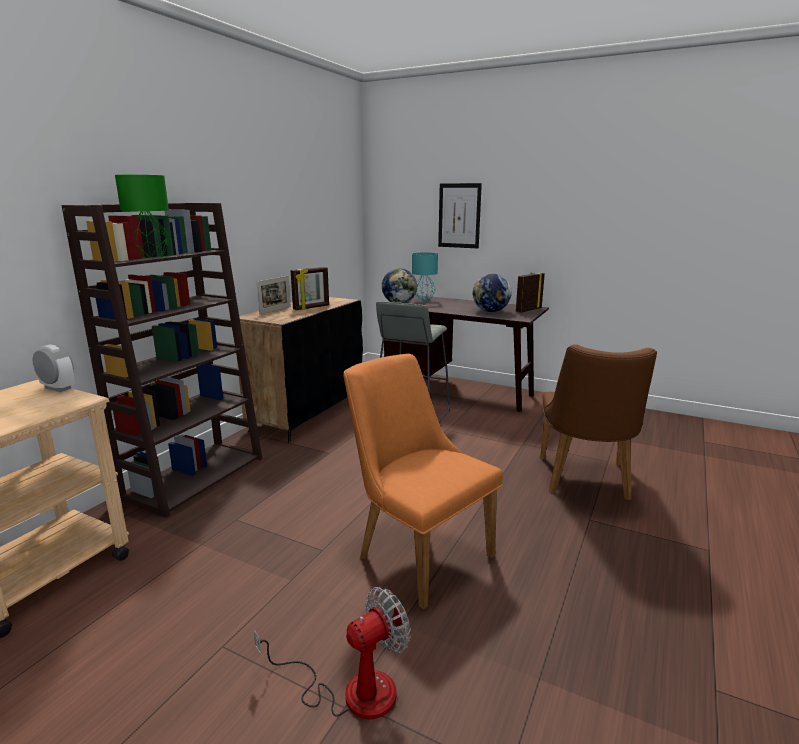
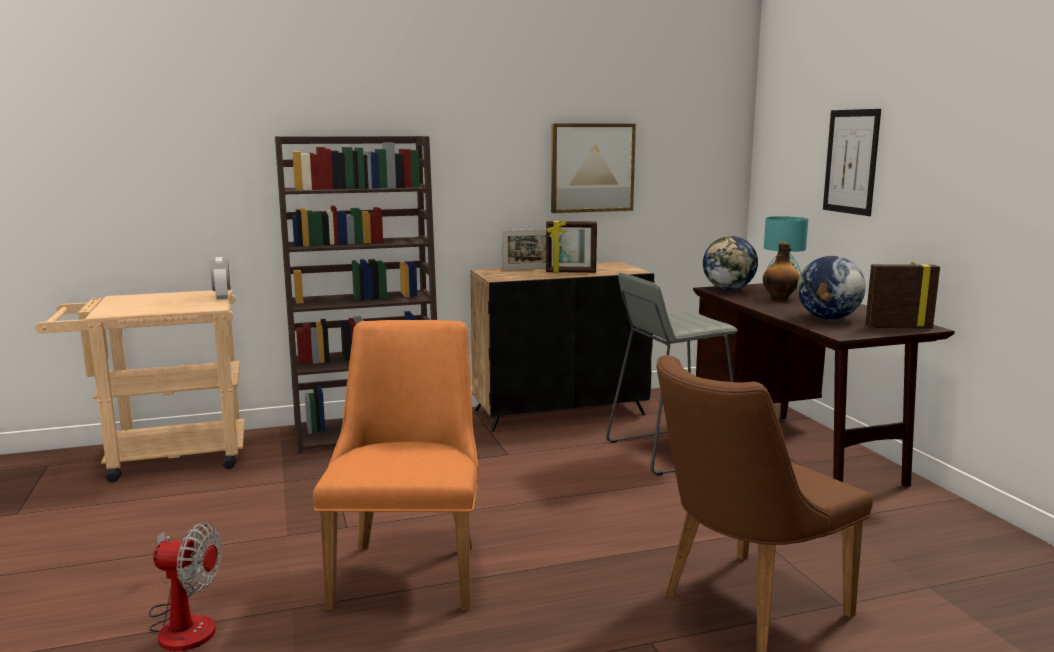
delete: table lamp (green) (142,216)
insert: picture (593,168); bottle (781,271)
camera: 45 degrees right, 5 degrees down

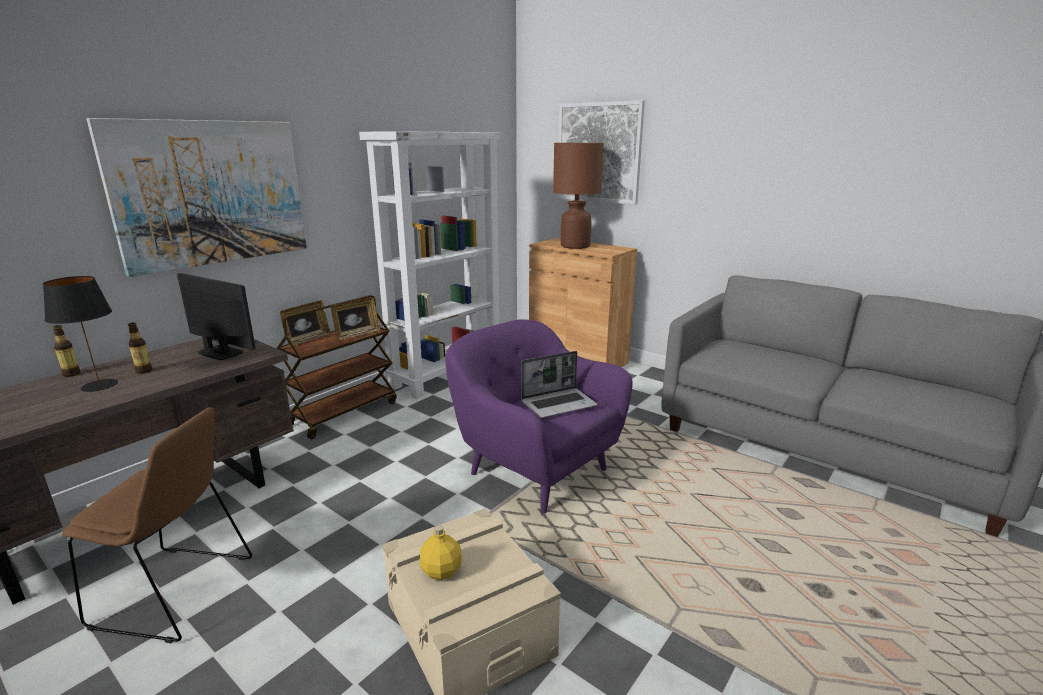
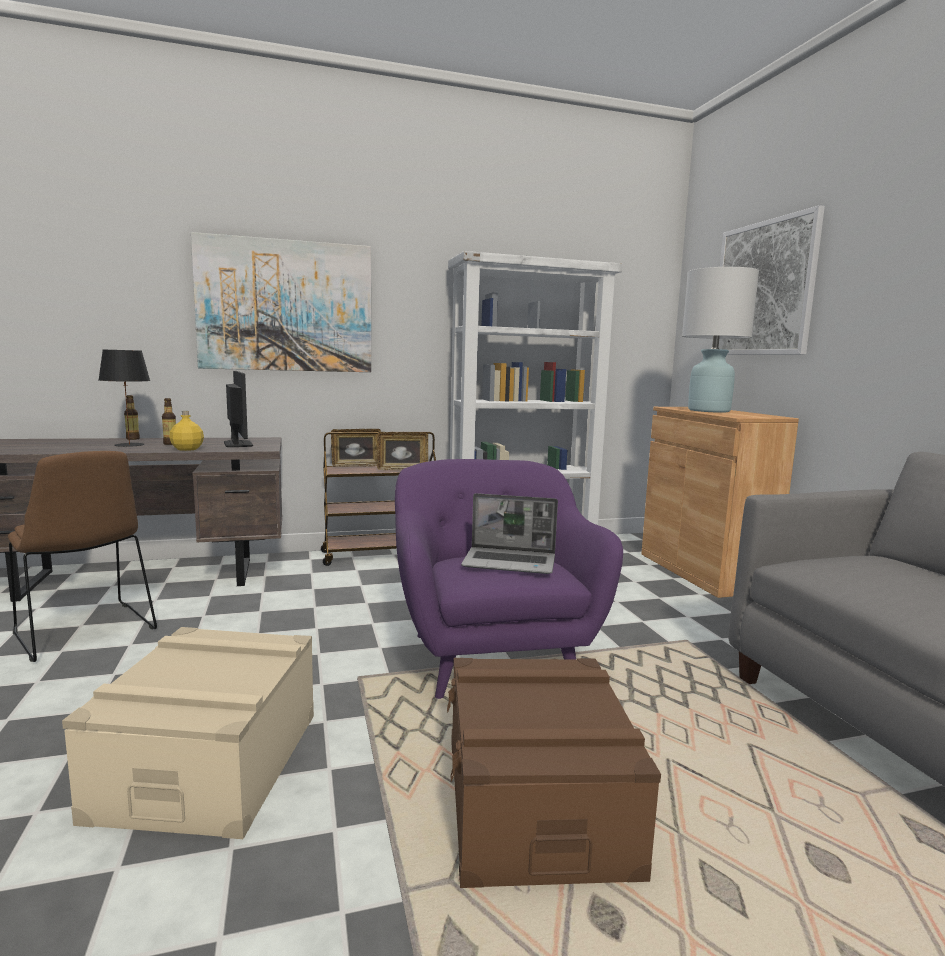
insert: storage box (brown) (554,773)
move: bottle (yellow) (441,552) to (187,431)
recolor: table lamp (brown) (578,196) to table lamp (white) (720,340)
camera: 35 degrees right, 10 degrees down

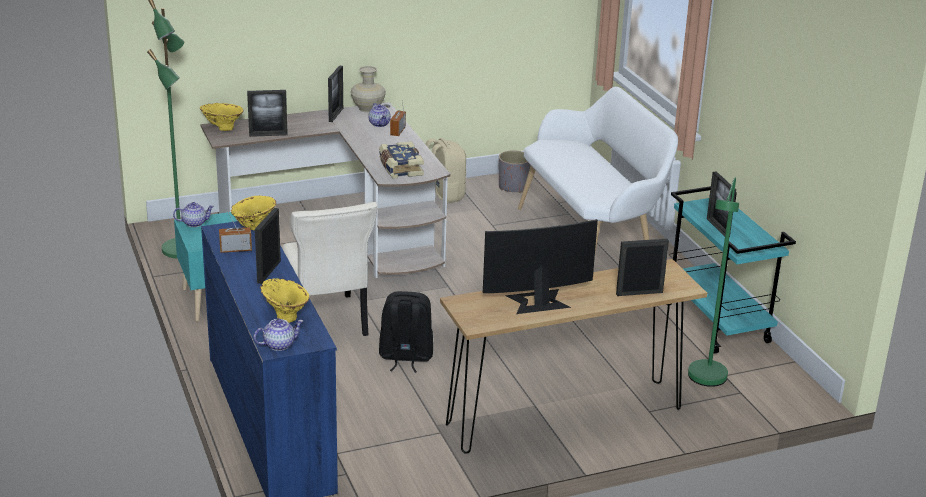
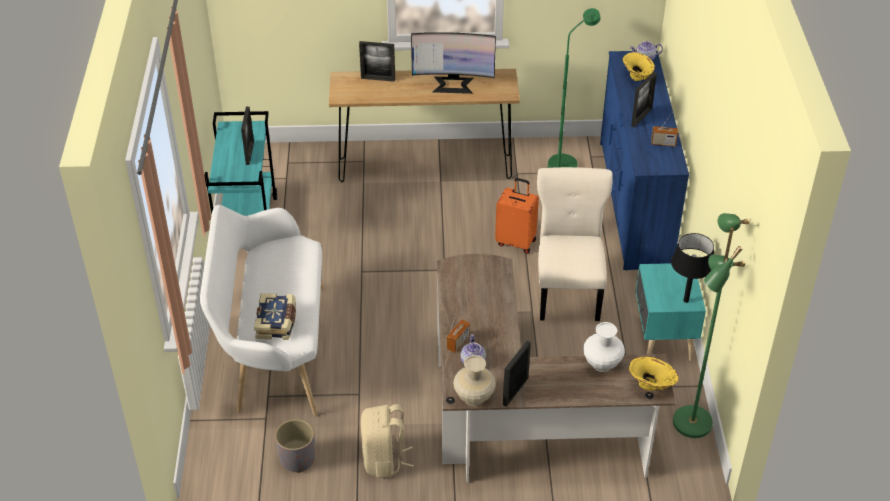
delete: vase (yellow) (253,213)
move: book (401,160) to (275,316); floor lamp (green) (713,282) to (574,88)
replace: teapot (193,214) to table lamp (black) (692,268); picture frame (267,113) to vase (white) (604,347); backpack (black) (406,332) to suitcase (orange) (517,215)
camera: 160 degrees left, 15 degrees up

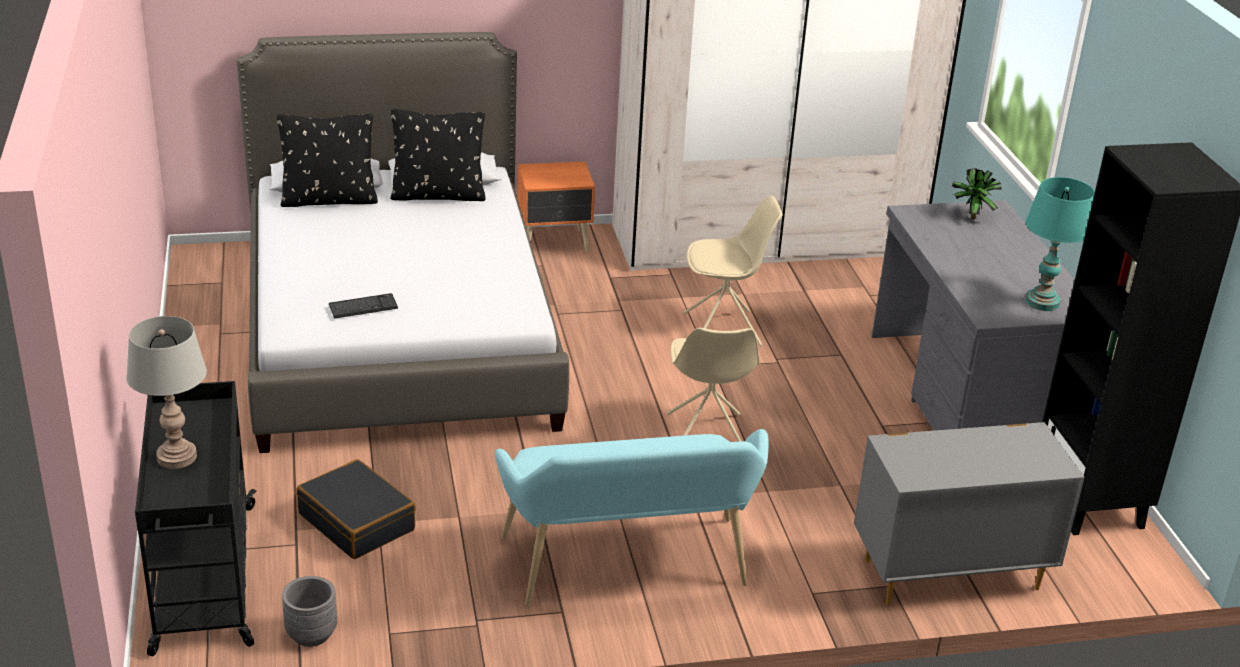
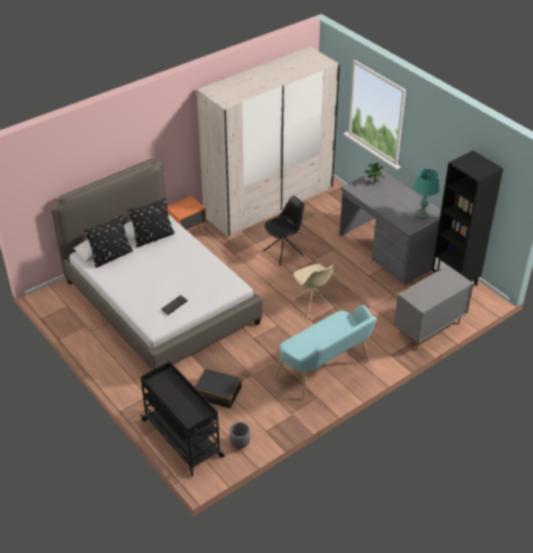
delete: table lamp (grey) (166,392)
recolor: chair (beige) (733,271) to chair (black) (284,231)
camera: 25 degrees left, 10 degrees up

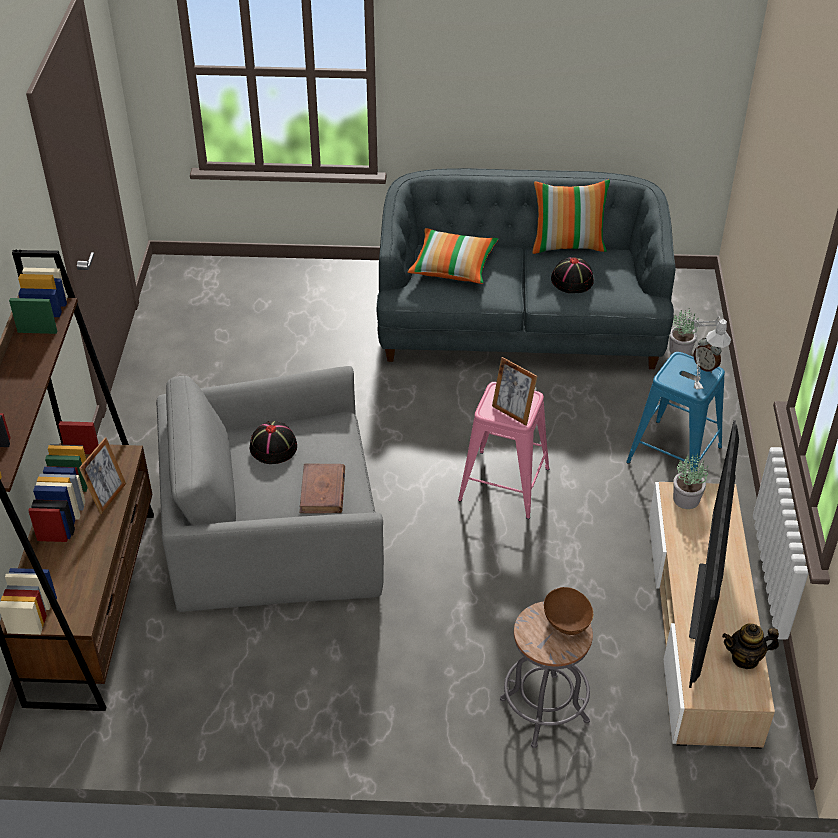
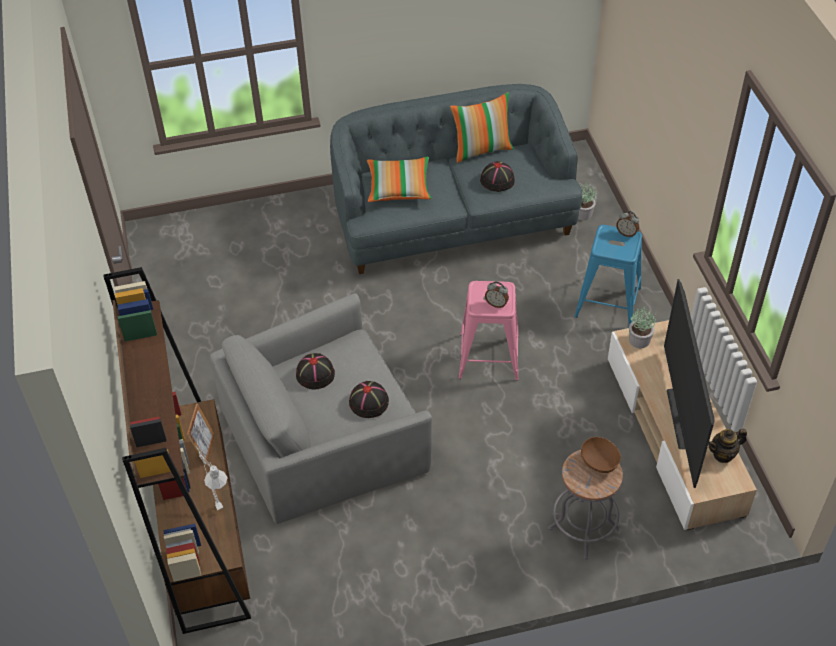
move: table lamp (grey) (708,353) to (211,478)
replace: book (brown) (322,488) to hat (black) (369,399); picture frame (514,391) to alarm clock (497,295)
camera: 15 degrees left, 5 degrees up

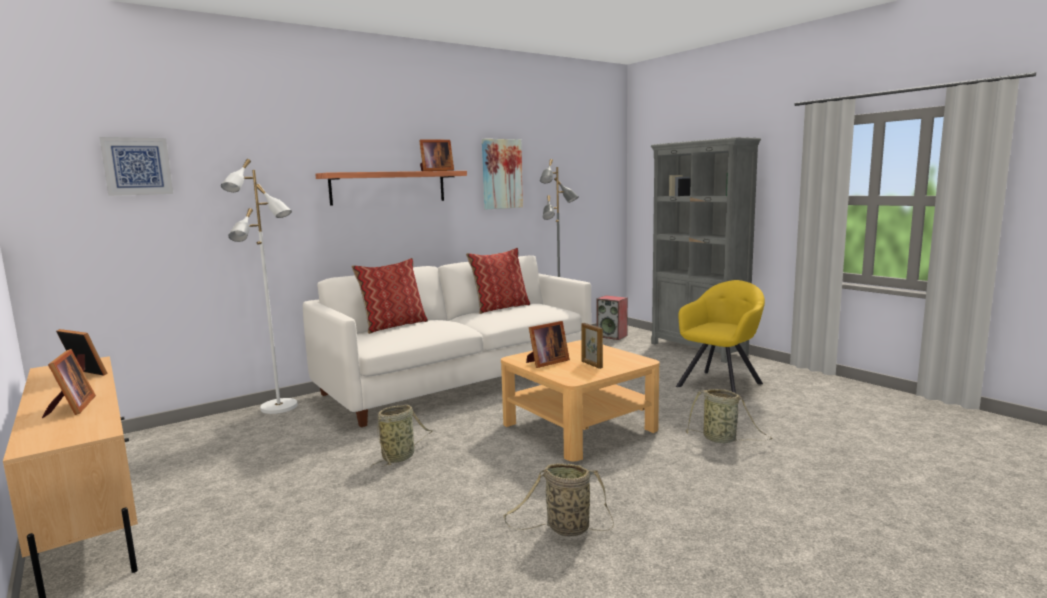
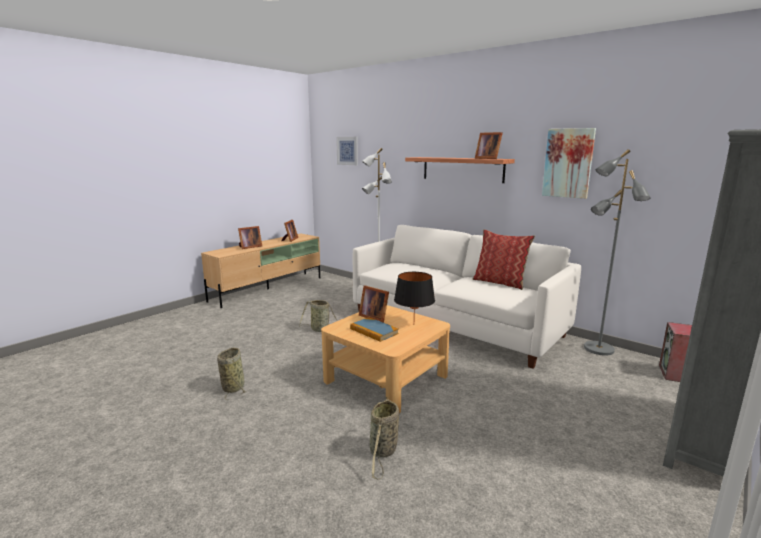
delete: pillow (389,296); armchair (yellow) (720,336)
insert: table lamp (black) (414,294)
replace: picture frame (592,346) to book (374,329)
camera: 75 degrees right, 5 degrees up

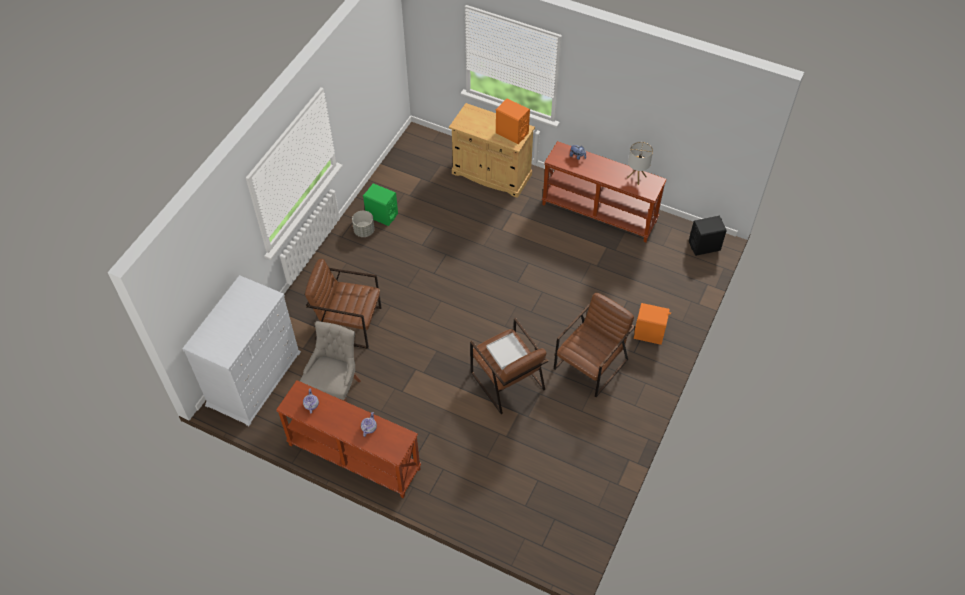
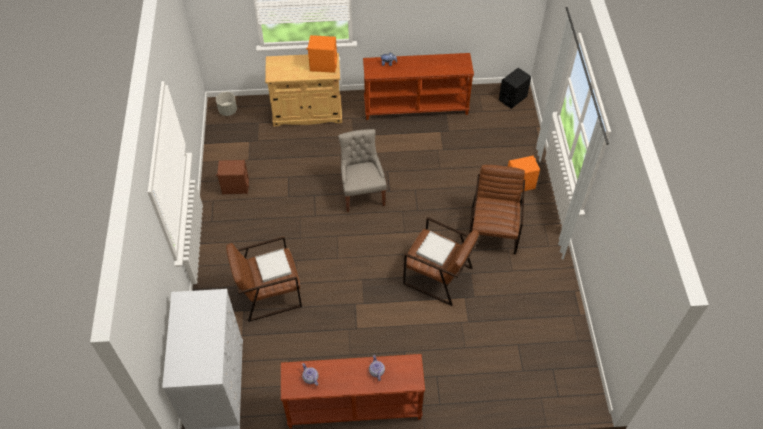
delete: table lamp (640,163)
insert: tray (white) (273,266)
move: chair (grey) (330,361) to (362,170); planter (grey) (363,224) to (226,104)
recolor: speaker (green) (380,204) to speaker (brown) (232,177)
camera: 30 degrees left, 0 degrees up

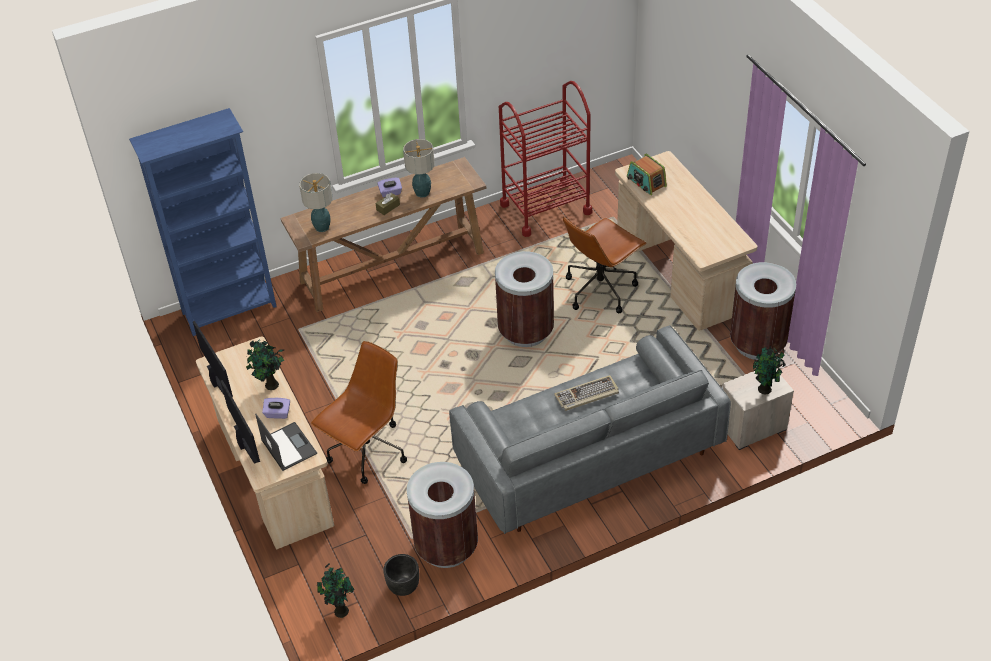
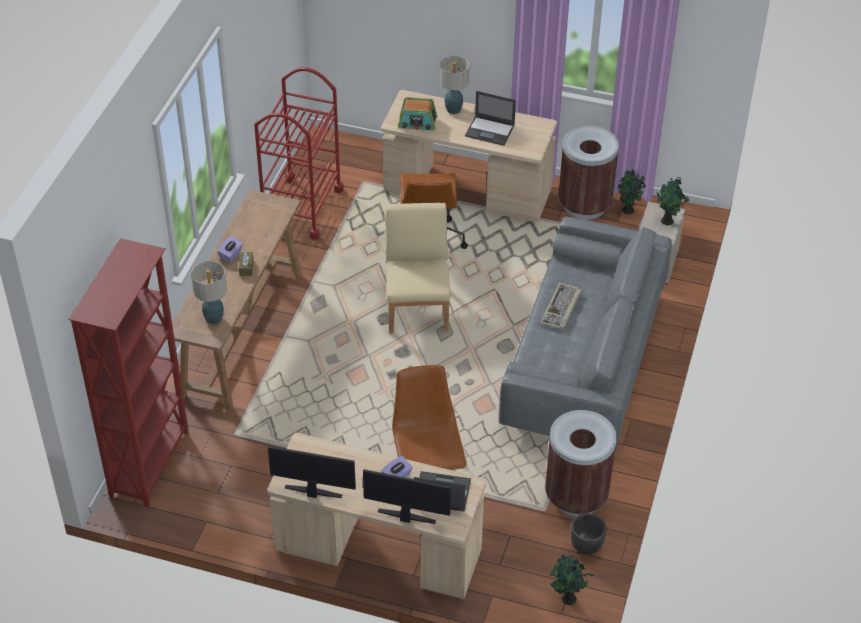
insert: laptop (490,118)
move: potted plant (265,365) to (632,191); table lamp (419,168) to (454,85)
replace: trash can (brown) (524,299) to chair (beige) (418,268)
recolor: bookcase (blue) (203,222) to bookcase (red) (128,372)
camera: 50 degrees left, 0 degrees up

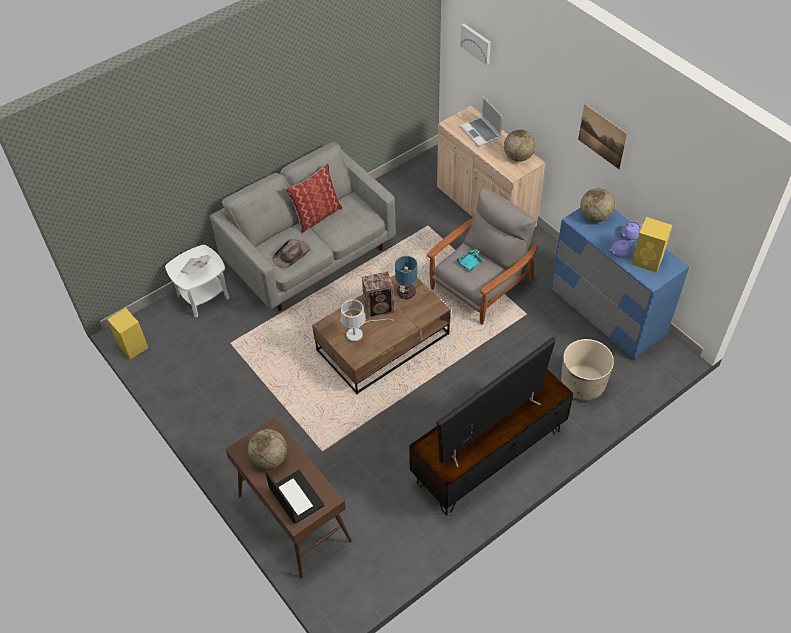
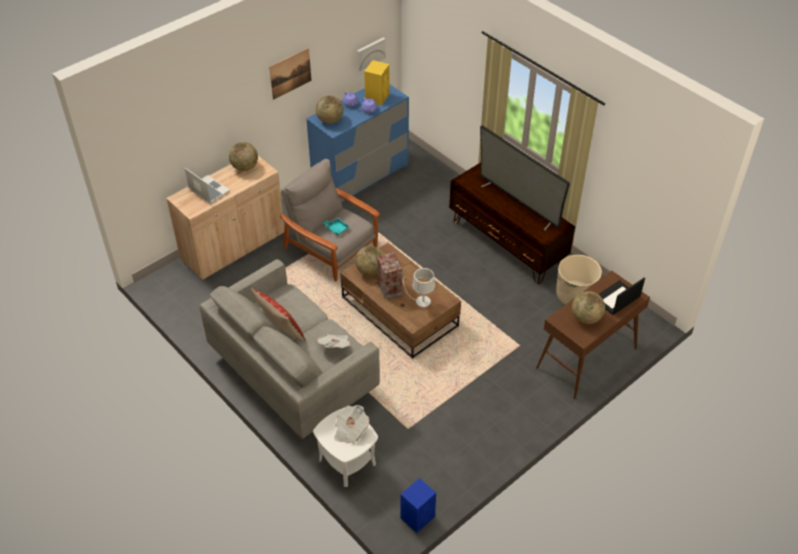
move: picture (475,45) to (371,54); planter (beige) (587,369) to (579,280)
replace: hat (brown) (291,253) to newspaper (333,341); table lamp (406,277) to globe (369,261)
recolor: speaker (yellow) (127,333) to speaker (blue) (418,505)
rotate: laptop (481,122) = (207,186) 105 degrees counterclockwise
camera: 95 degrees left, 5 degrees down

